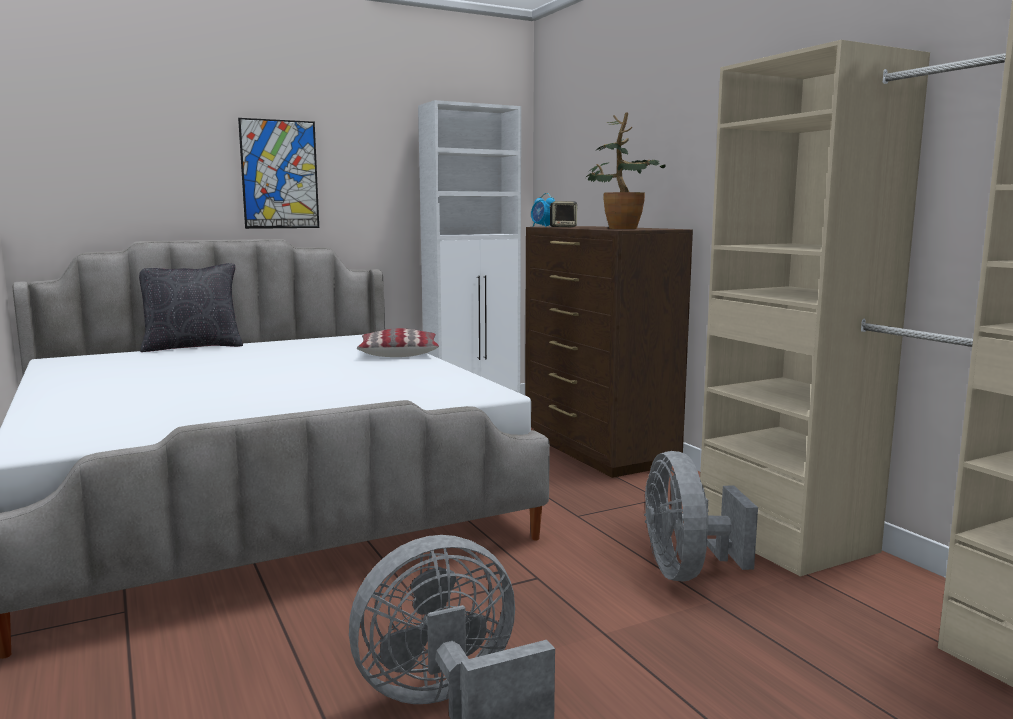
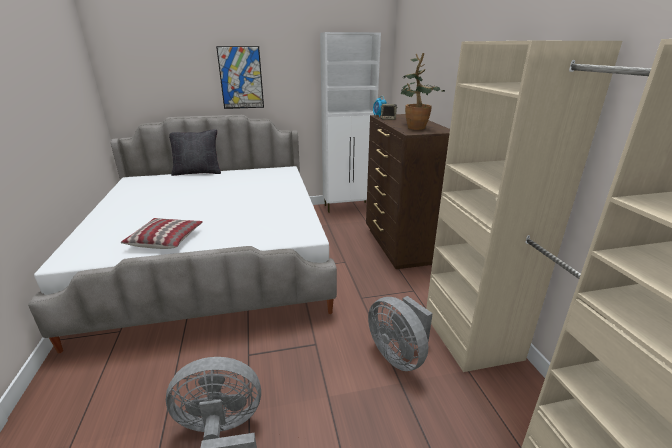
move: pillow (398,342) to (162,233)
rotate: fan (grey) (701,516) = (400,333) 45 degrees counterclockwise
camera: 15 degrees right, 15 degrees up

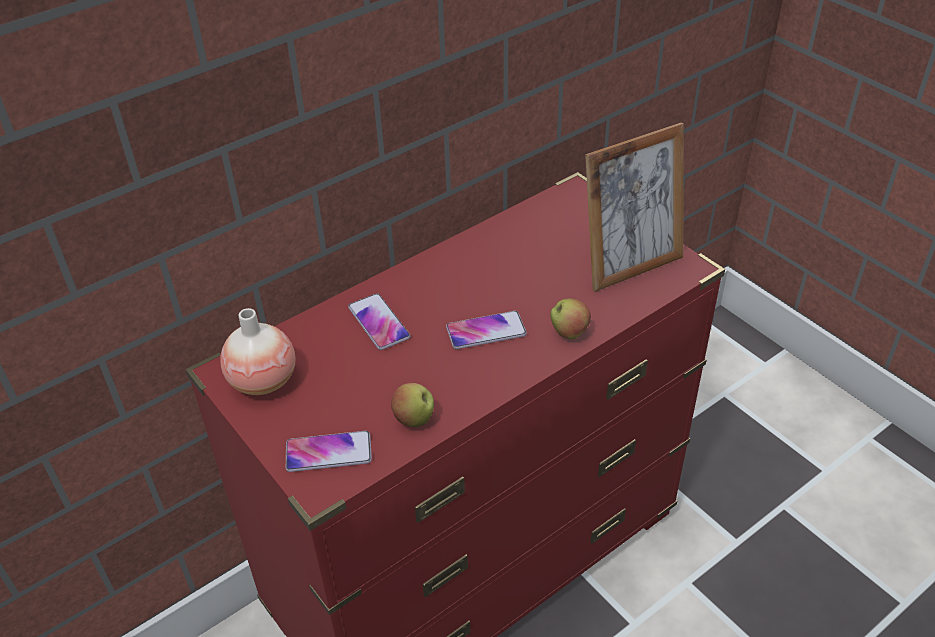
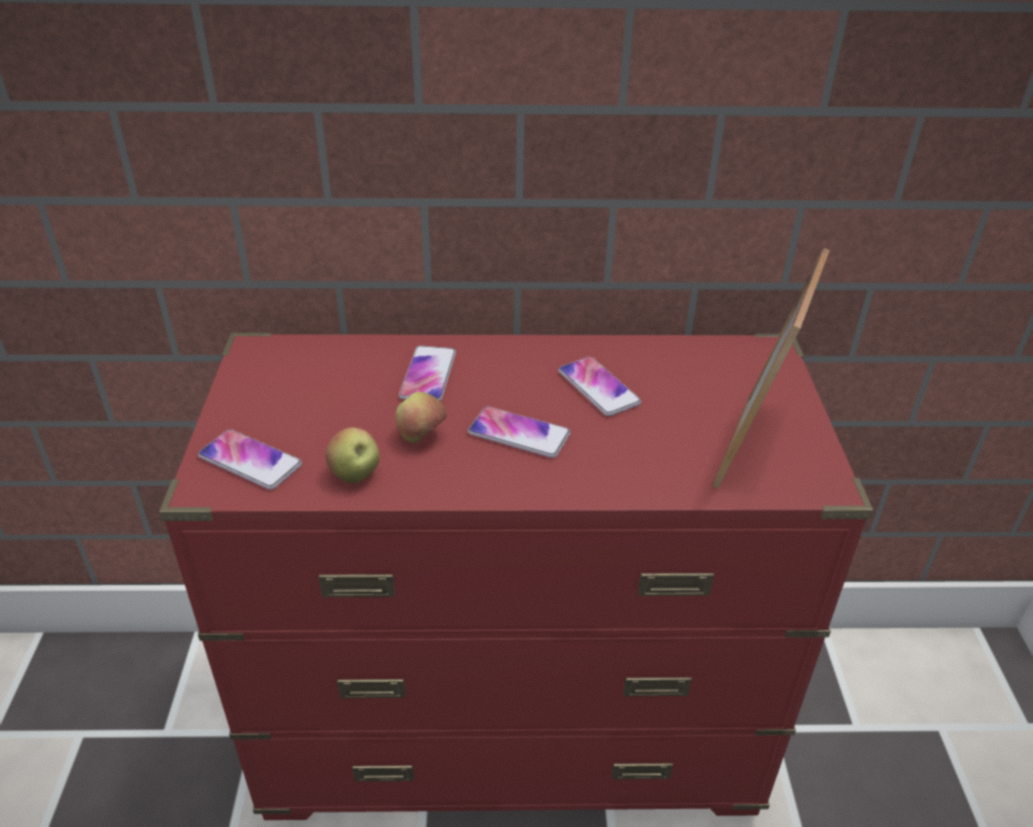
delete: vase (258,351)
insert: phone (599,386)
move: apple (570,319) to (421,417)
rotate: picture frame (634,207) = (771,368) 105 degrees clockwise
camera: 35 degrees right, 5 degrees down

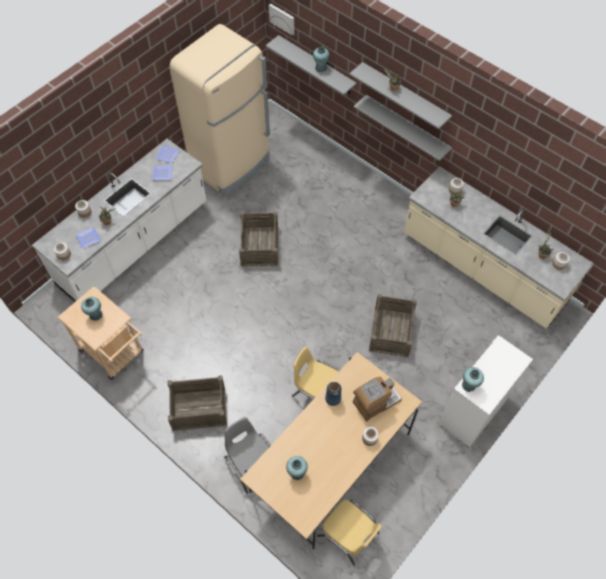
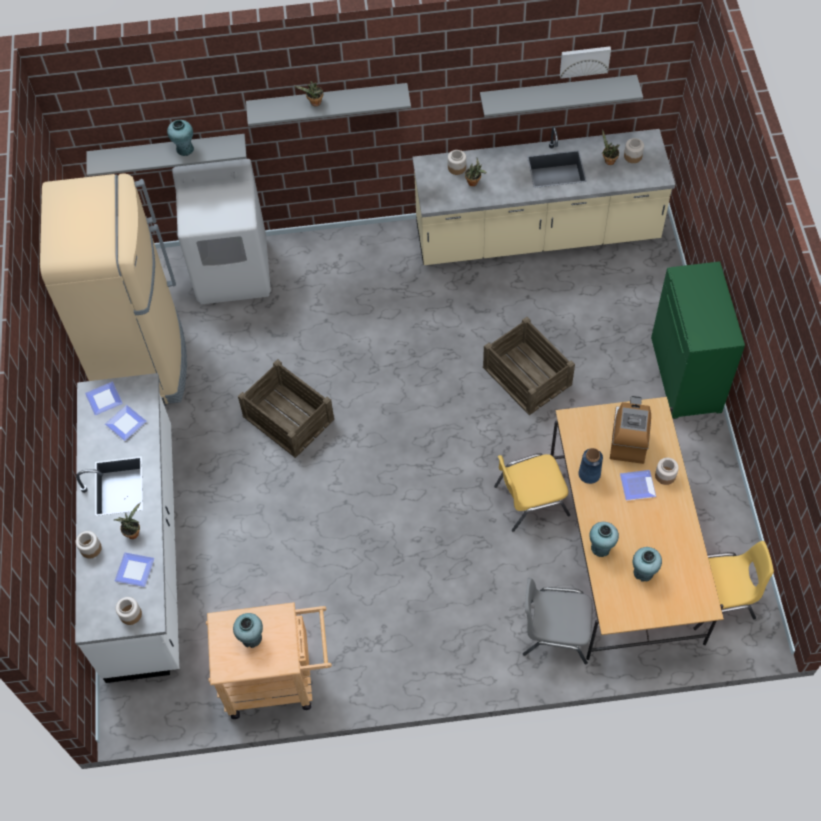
delete: crate (197,403)
insert: washing machine (white) (221,231); plate (638,485)
move: picture (281,20) to (585,62); shelf (grey) (403,128) to (561,96); vase (turquoise) (473,379) to (604,539)
recolor: cabinet (white) (486,391) to cabinet (green) (698,340)
camera: 45 degrees left, 0 degrees up

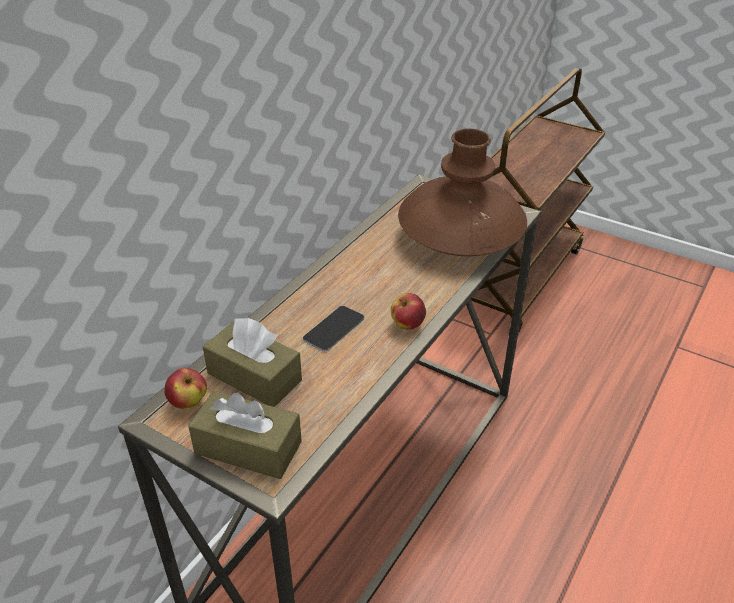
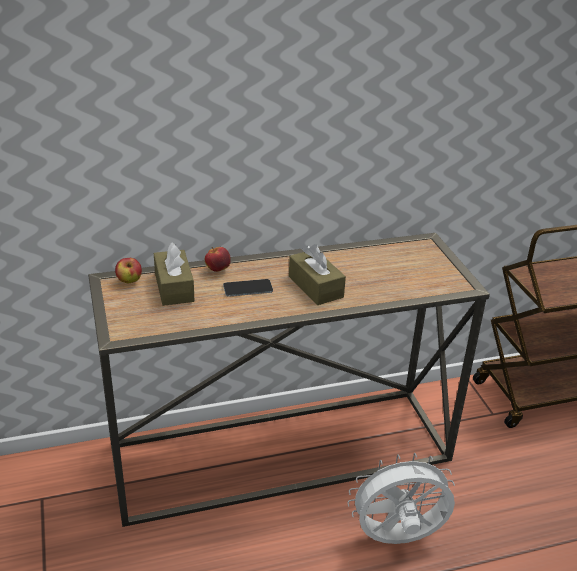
delete: vase (brown) (462,192)
insert: fan (white) (401,498)
move: tissue box (brown) (245,435) to (317,274); apple (408,311) to (218,259)
camera: 40 degrees right, 5 degrees down

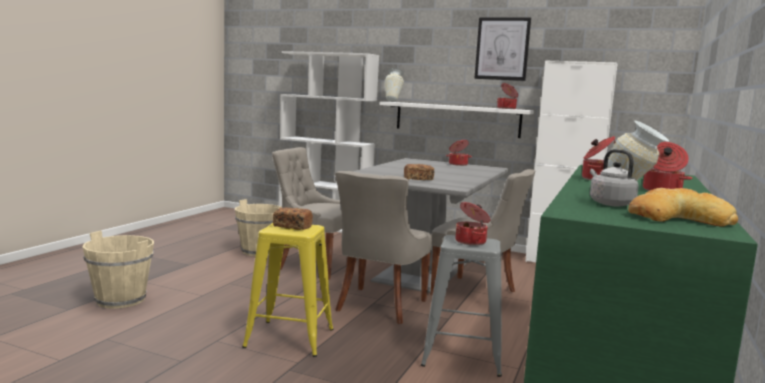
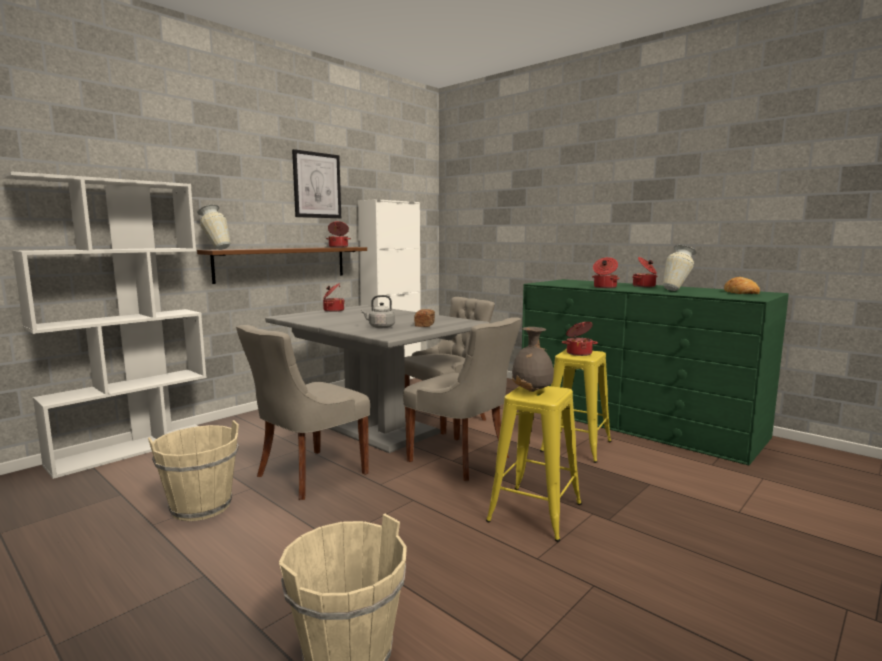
move: kettle (grey) (614,178) to (378,311)
replace: bread (293,219) to vase (grey) (533,359)
recolor: shelf (white) (456,120) to shelf (brown) (282,265); stool (grey) (461,306) to stool (yellow) (576,406)
camera: 70 degrees left, 0 degrees up

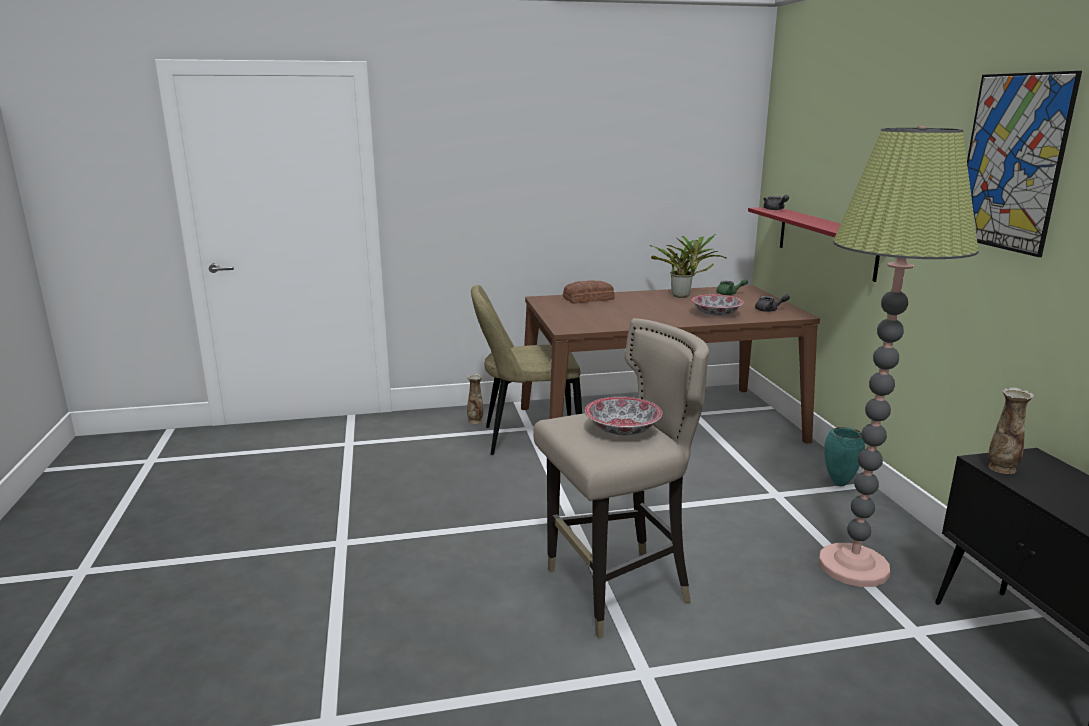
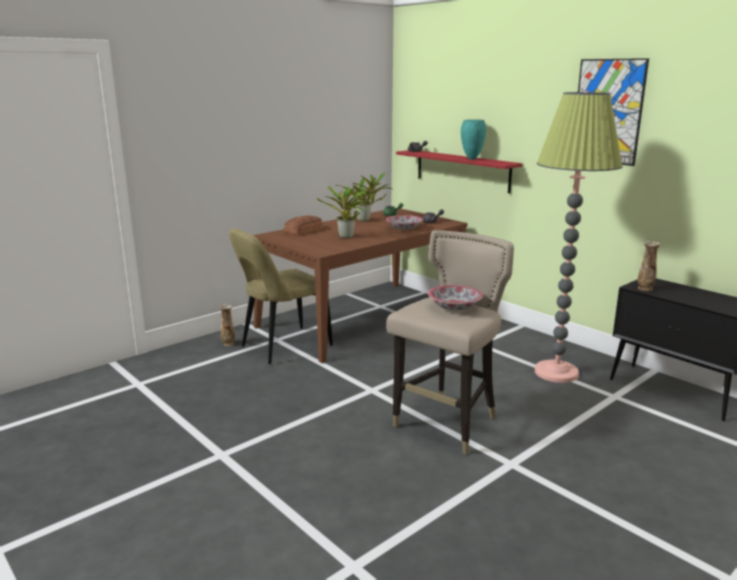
insert: potted plant (343,212)
move: vase (turquoise) (844,456) to (473,140)
camera: 30 degrees left, 0 degrees up

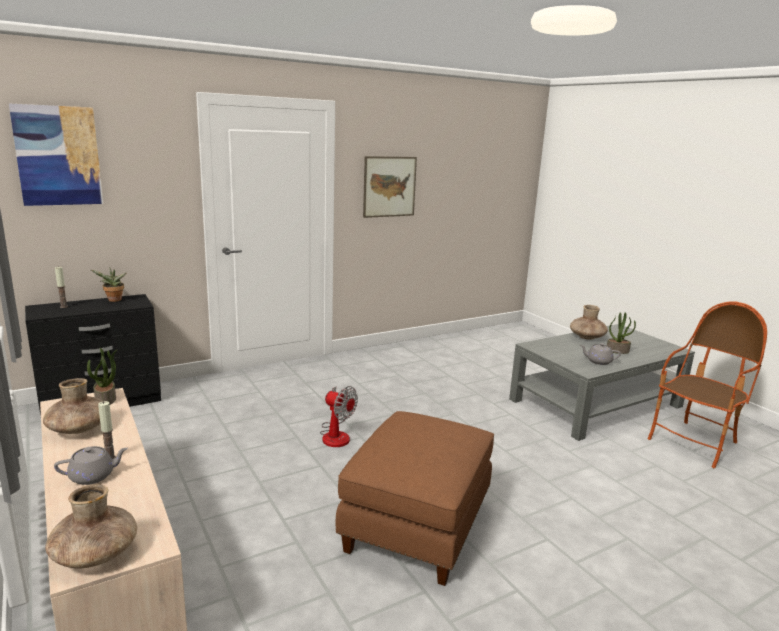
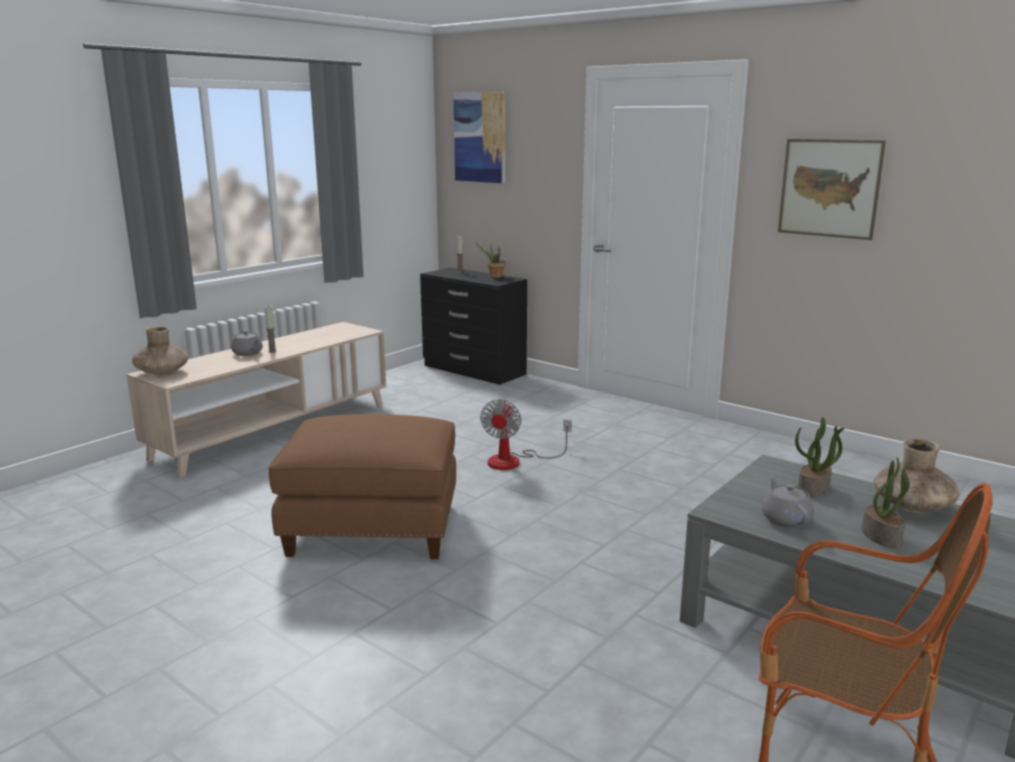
delete: vase (brown) (73,406)
move: potted plant (102,376) to (820,457)
camera: 70 degrees right, 0 degrees up

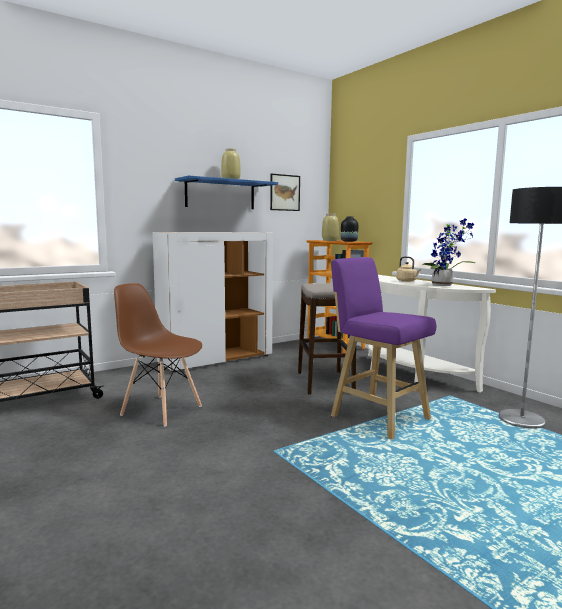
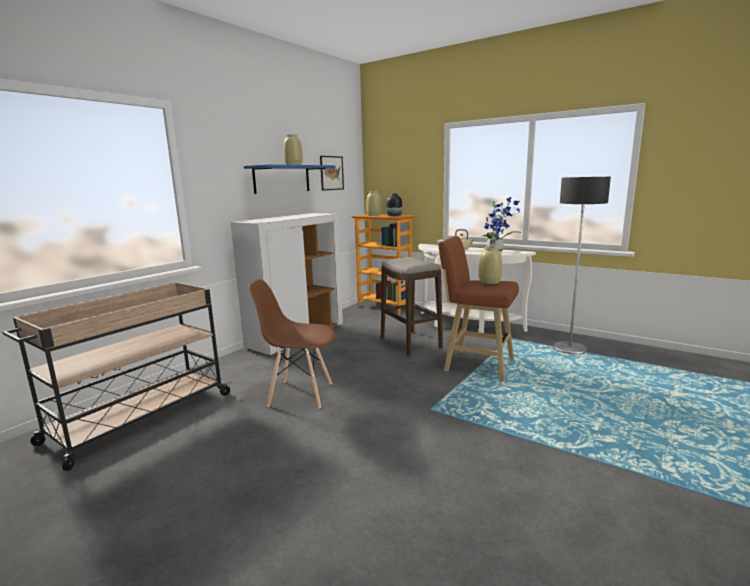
insert: vase (beige) (490,265)
recolor: stool (purple) (383,348) to stool (brown) (478,308)
camera: 20 degrees left, 5 degrees up

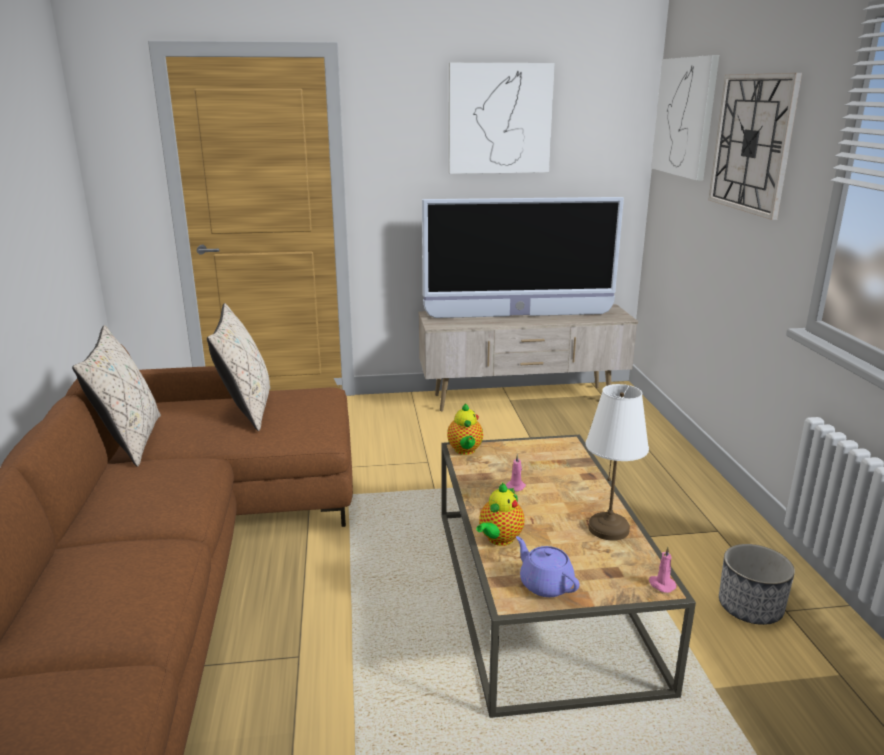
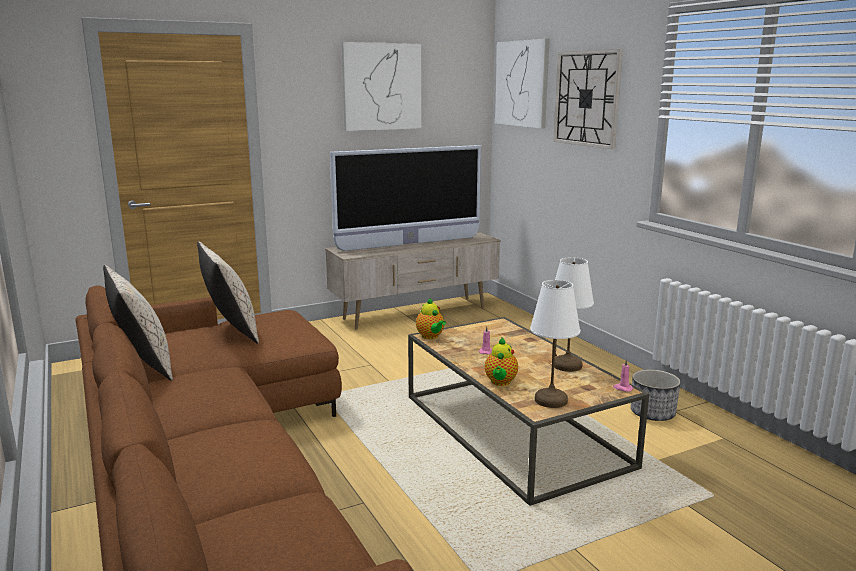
replace: teapot (purple) (548,566) to table lamp (white) (555,344)
camera: 20 degrees left, 5 degrees down

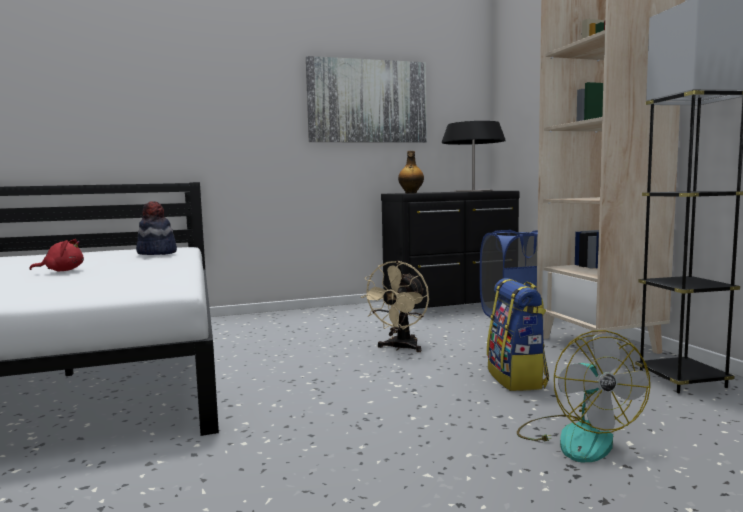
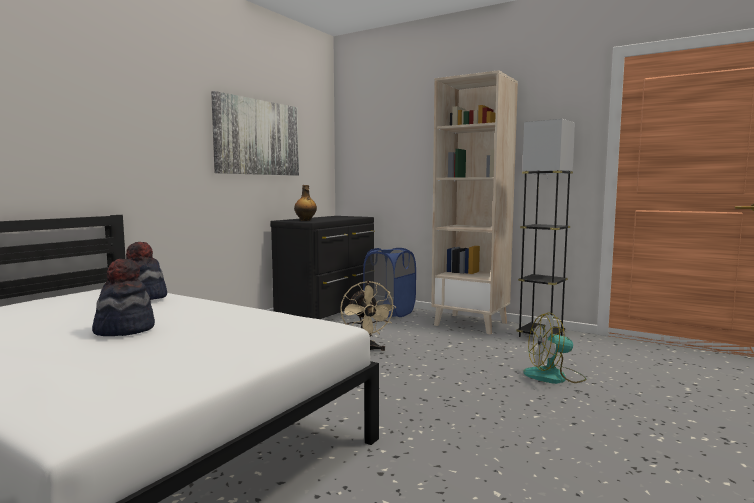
delete: table lamp (474,156); backpack (518,334)
replace: plush toy (red) (56,255) to hat (123,297)
rotate: fan (583,396) = (554,348) 135 degrees clockwise
camera: 40 degrees left, 0 degrees up

